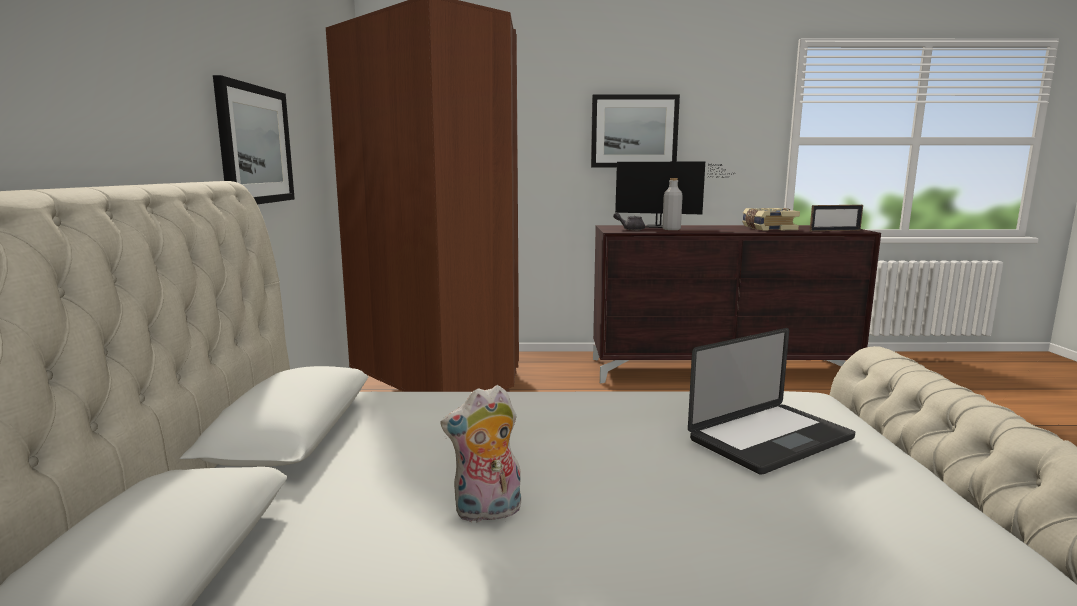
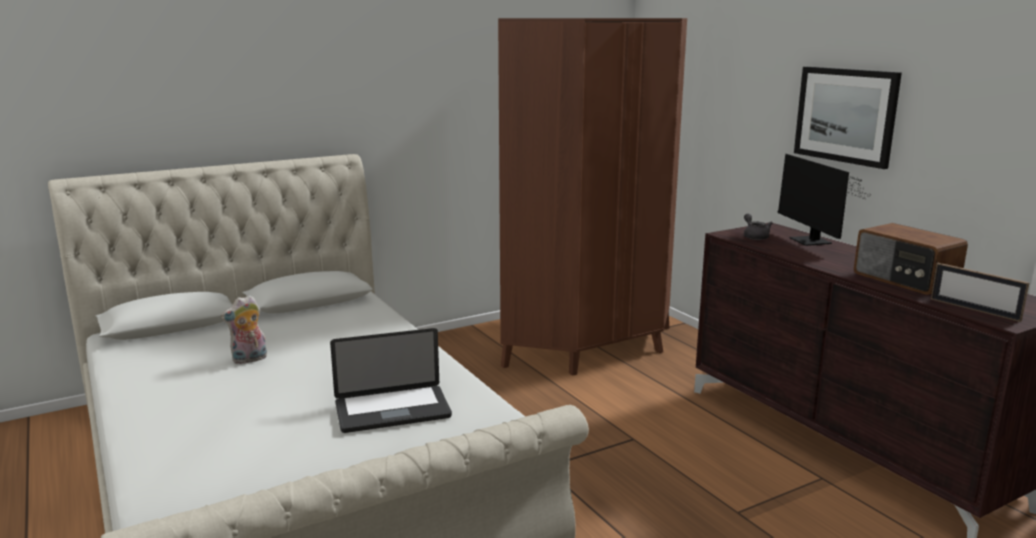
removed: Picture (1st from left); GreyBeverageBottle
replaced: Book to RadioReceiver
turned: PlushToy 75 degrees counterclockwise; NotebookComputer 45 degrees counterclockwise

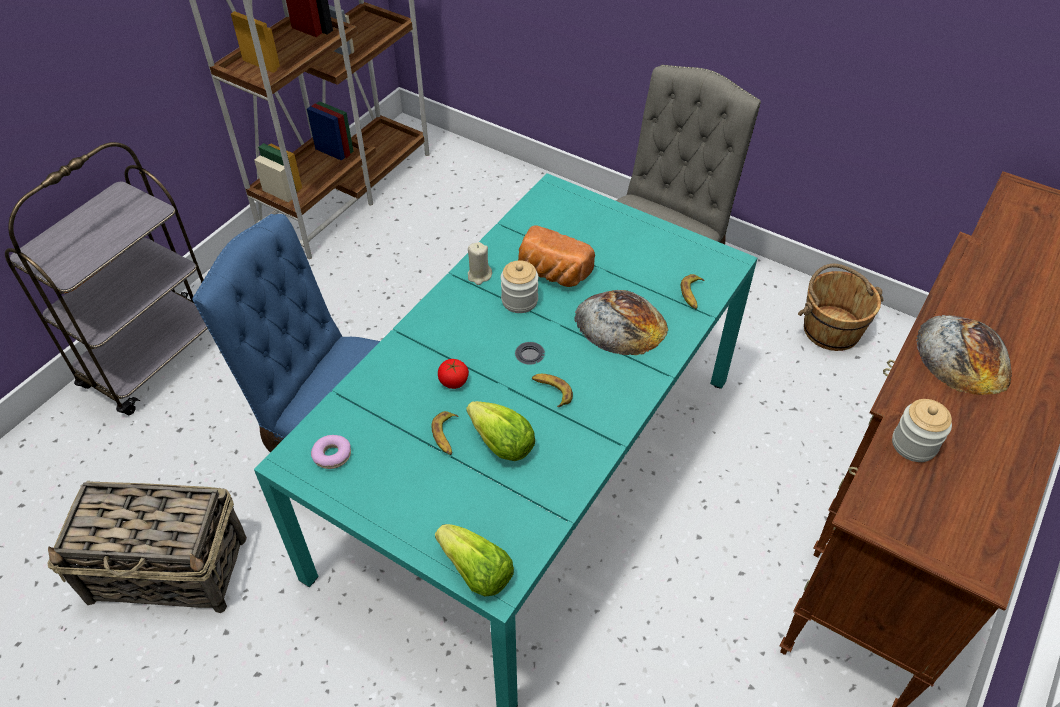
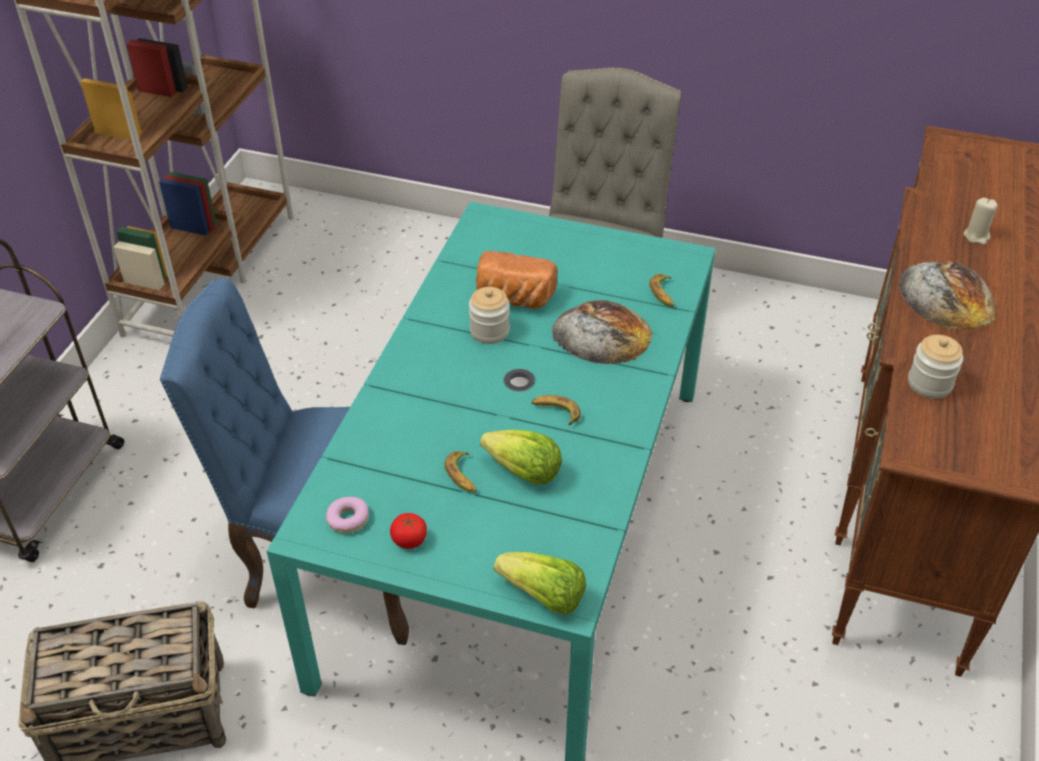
removed: BrownPail
moved: WholeTomato; BeigeColouredCandle

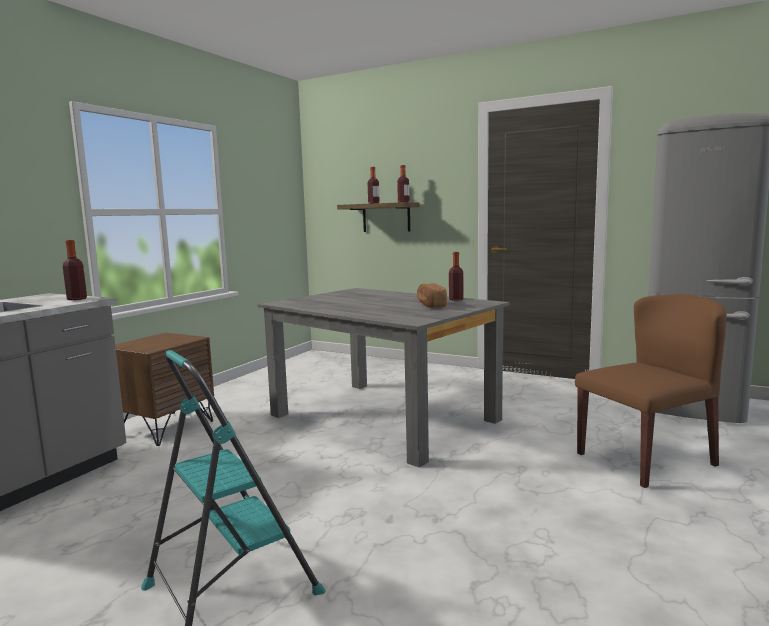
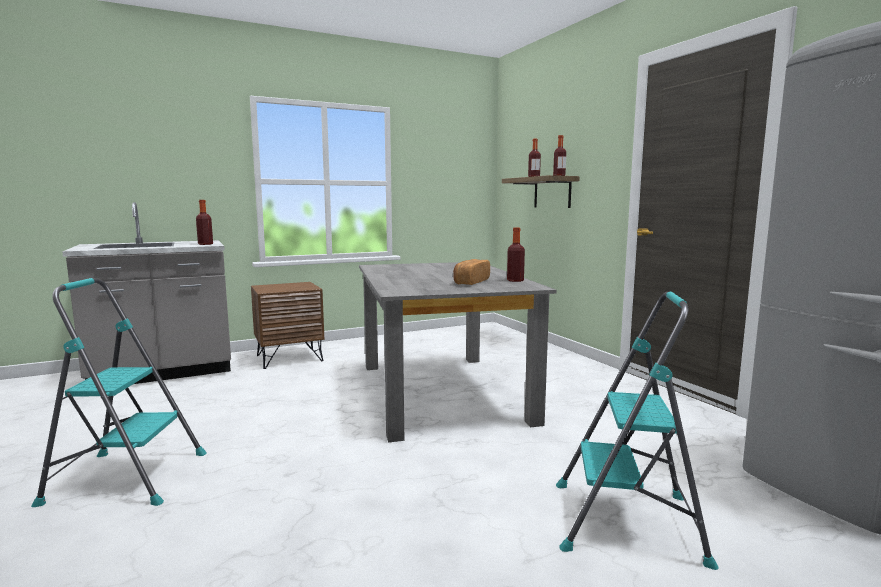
replaced: BrownUprightChair to TurquoiseColouredStepLadder (2nd from left)

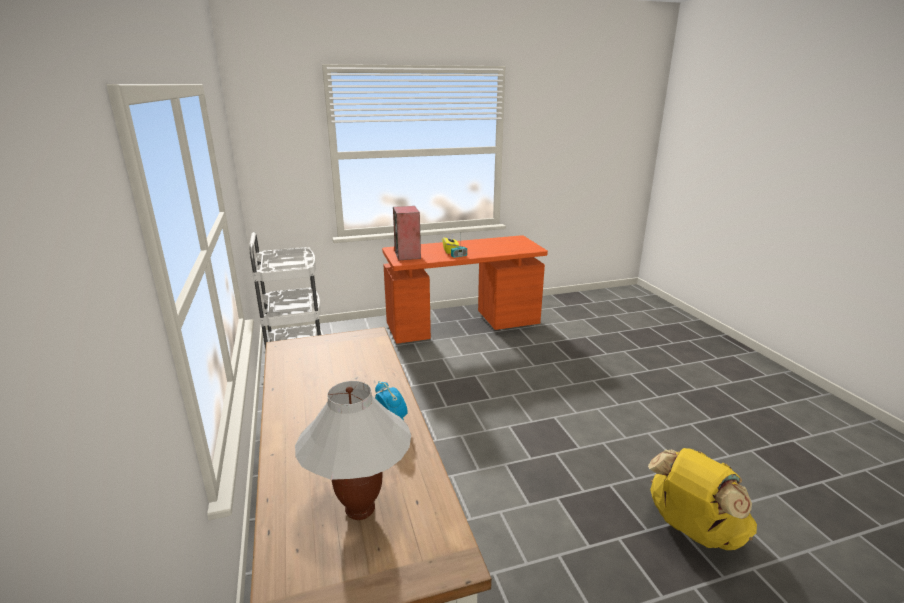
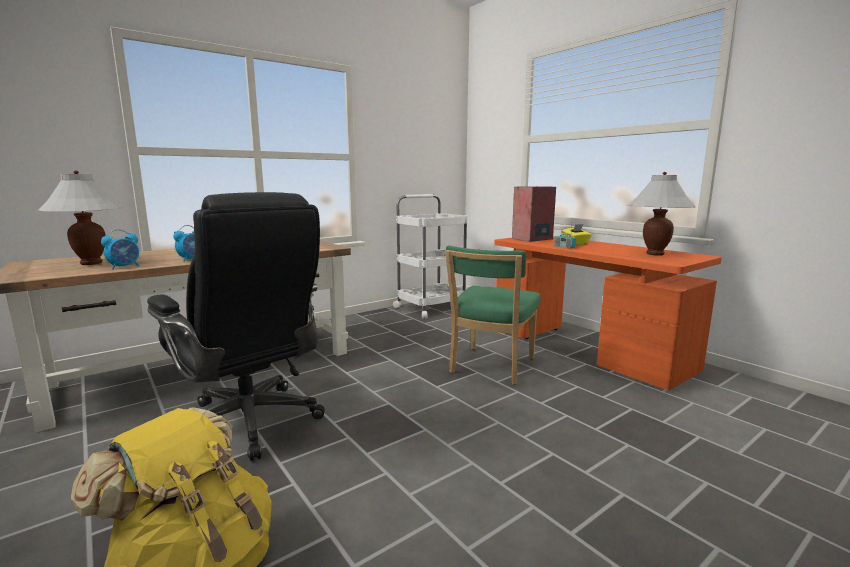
added: BedsideClock (1st from left); BlackColouredComputerChair; GreenishUprightChair; WhitishLampForATable (2nd from left)

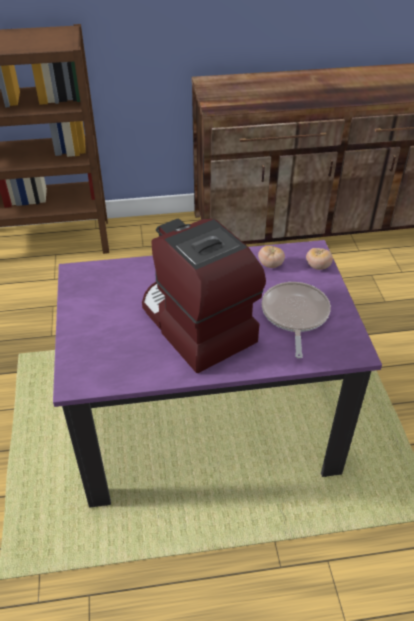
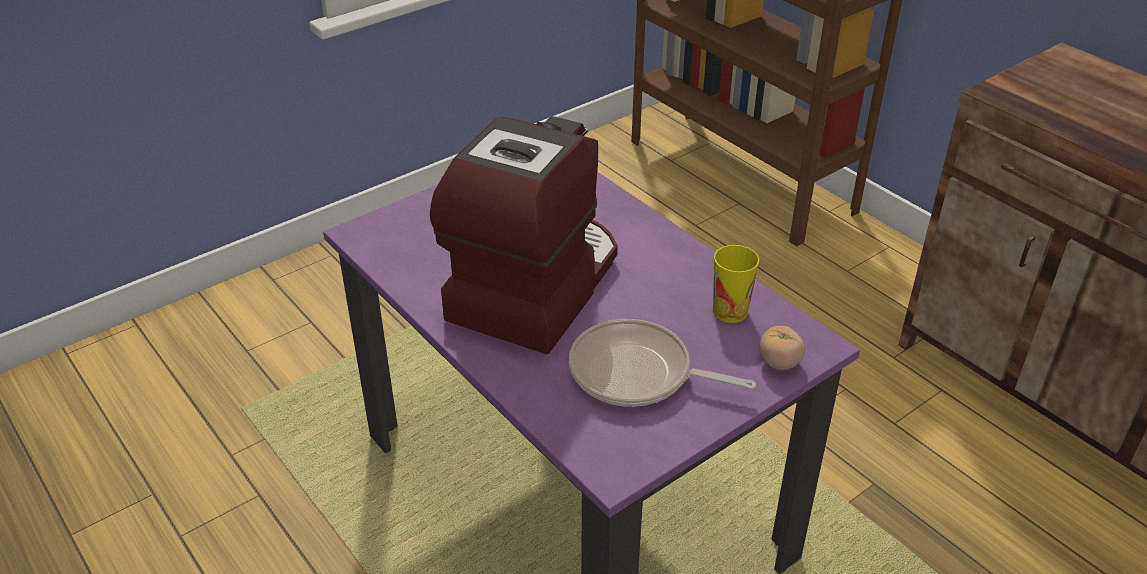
replaced: WholeTomato (1st from left) to Cup
turned: FryingPan 135 degrees counterclockwise

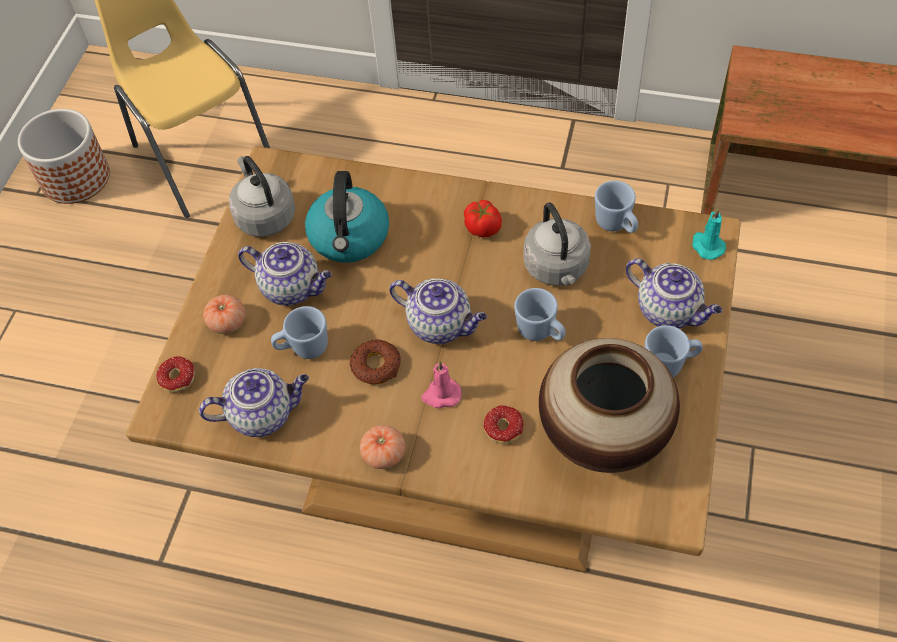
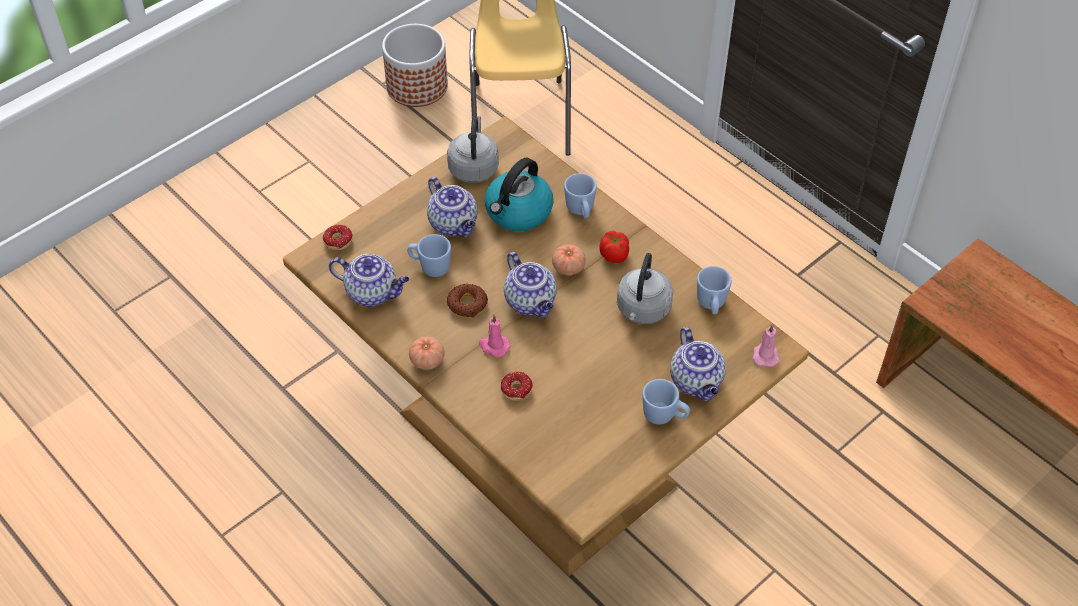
removed: DecorativeVase
moved: WholeTomato (1st from left in the first image) to WholeTomato (2nd from left); BlueTeaMug (2nd from left)
recoloured: TurquoiseColouredCandle to PinkColouredCandle (2nd from left)

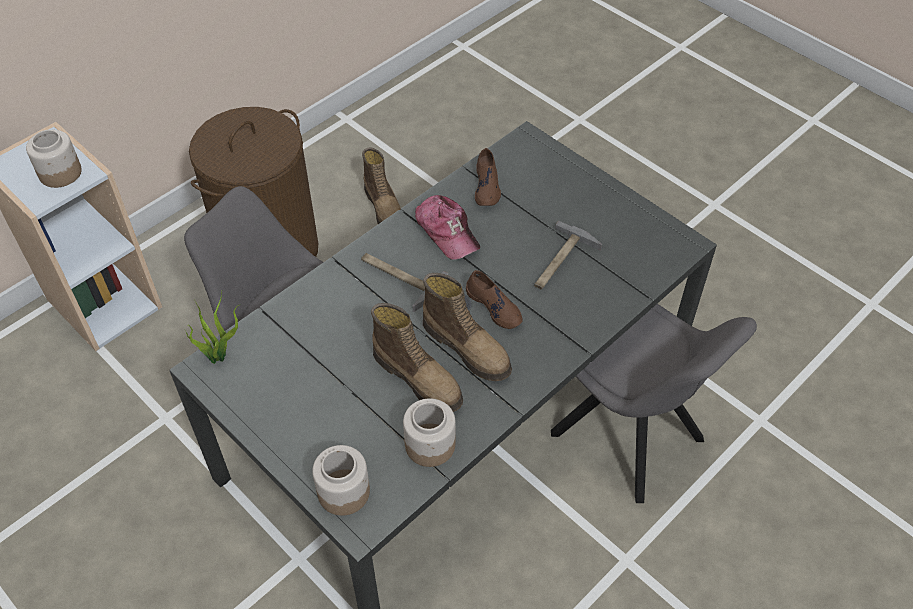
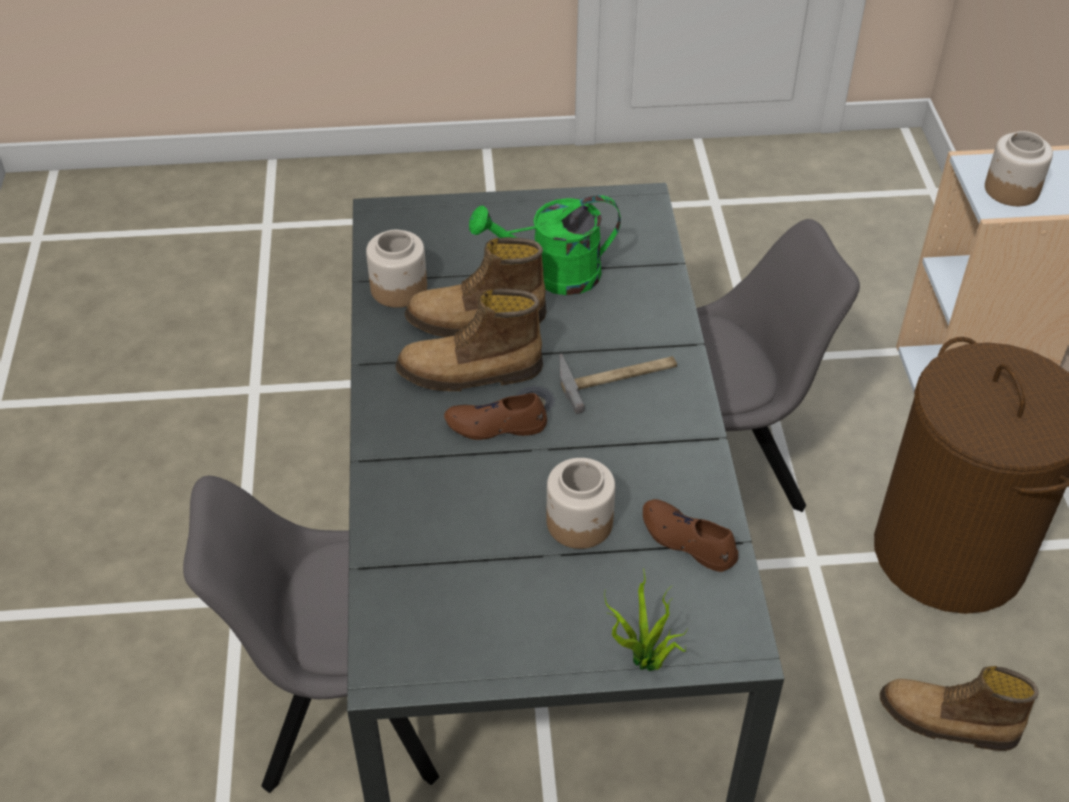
removed: PeakedCap; Hammer (2nd from left)
added: GreenishWateringCan
moved: Houseplant; Jar (2nd from left)

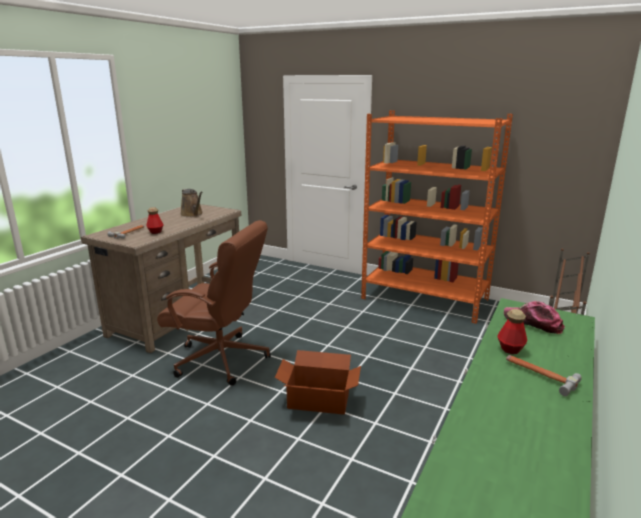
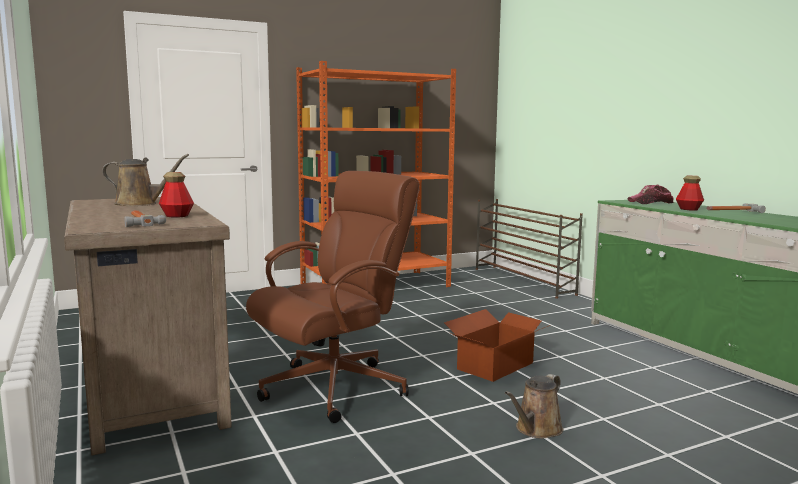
added: BrownWateringCan (2nd from left)

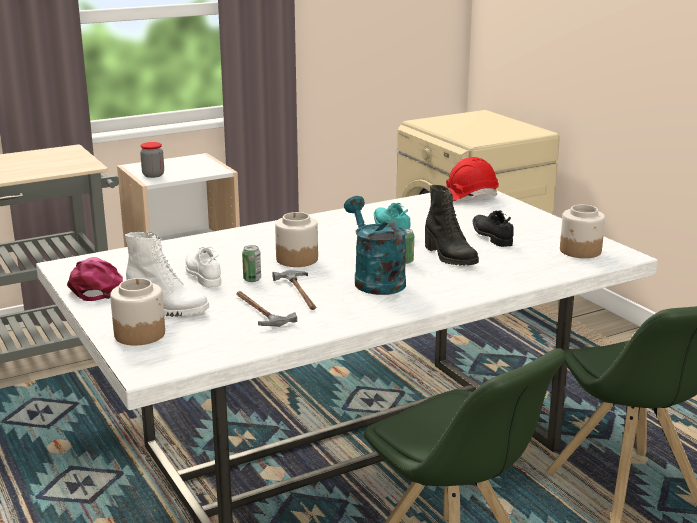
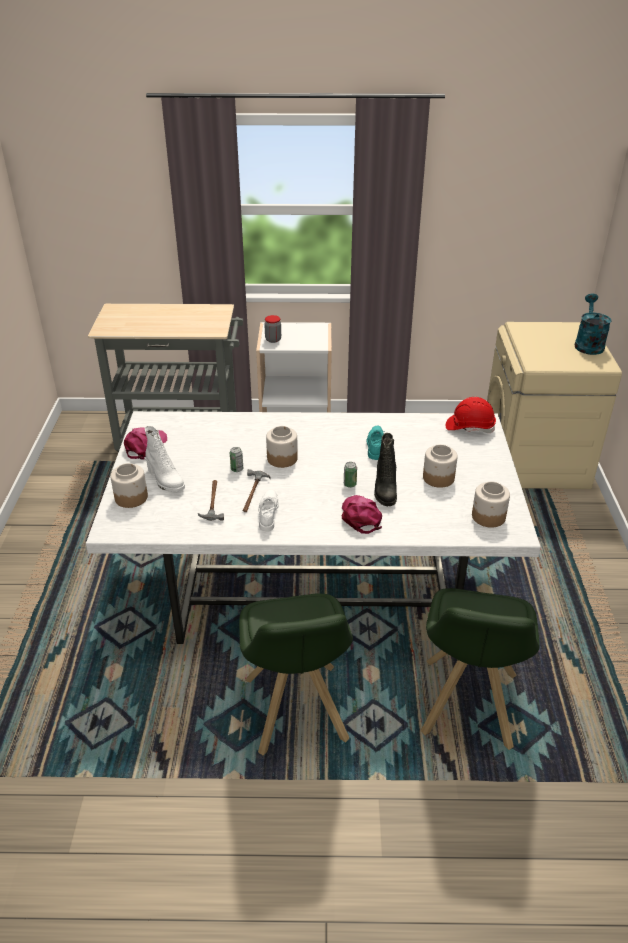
added: PinkColouredPeakedCap (2nd from left)
moved: WhitishLowShoe; TurquoiseColouredWateringCan
replaced: BlackColouredLowShoe to Jar (4th from left)

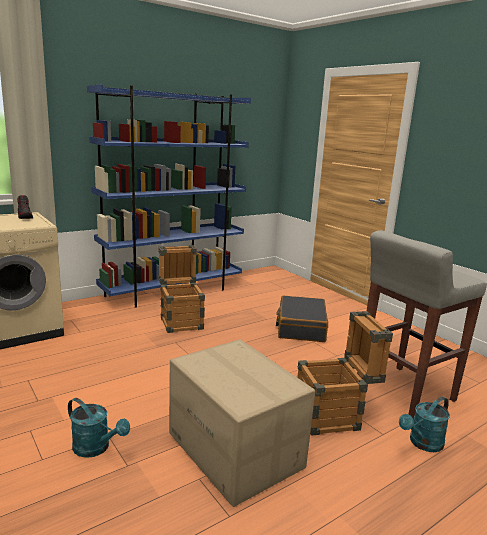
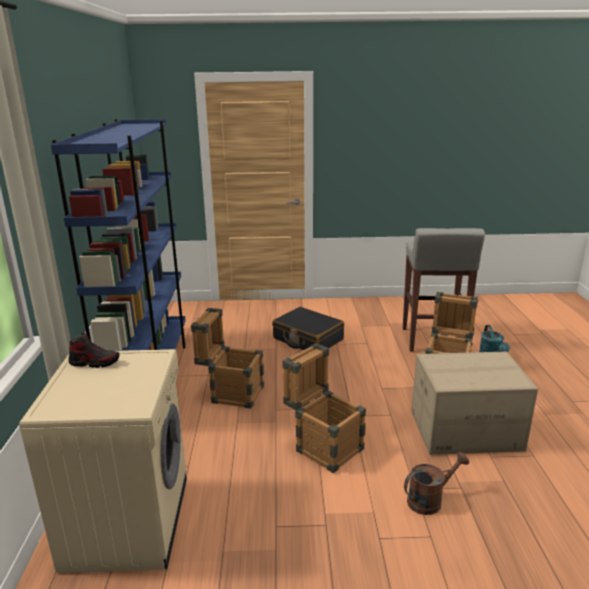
added: ShippingCrate (2nd from left)
recoloured: TurquoiseColouredWateringCan (1st from left) to BrownWateringCan

